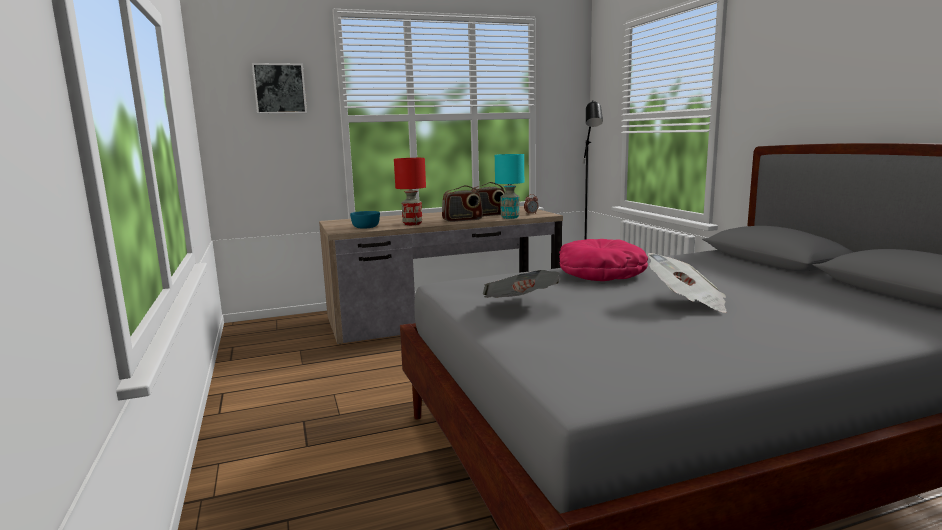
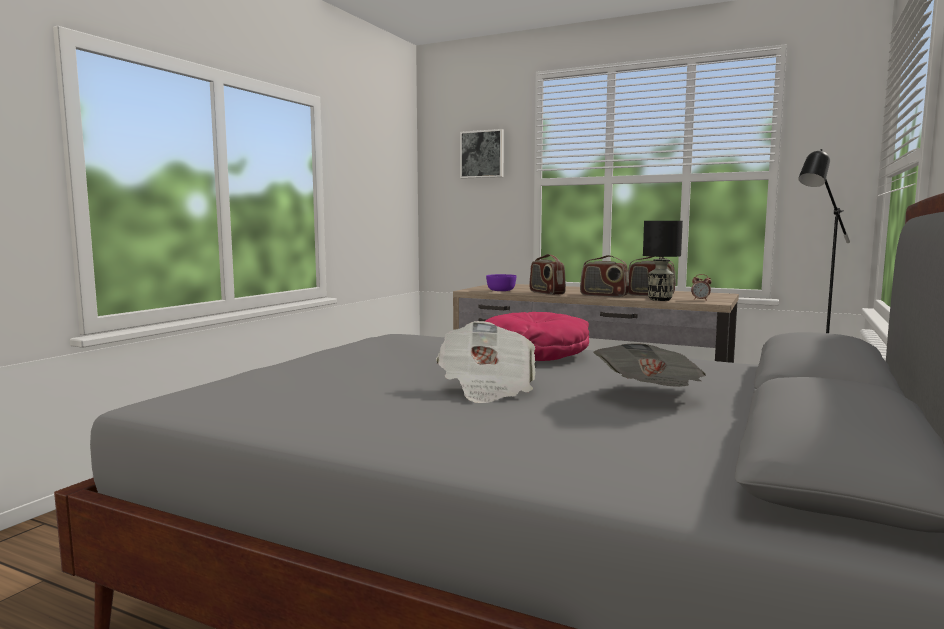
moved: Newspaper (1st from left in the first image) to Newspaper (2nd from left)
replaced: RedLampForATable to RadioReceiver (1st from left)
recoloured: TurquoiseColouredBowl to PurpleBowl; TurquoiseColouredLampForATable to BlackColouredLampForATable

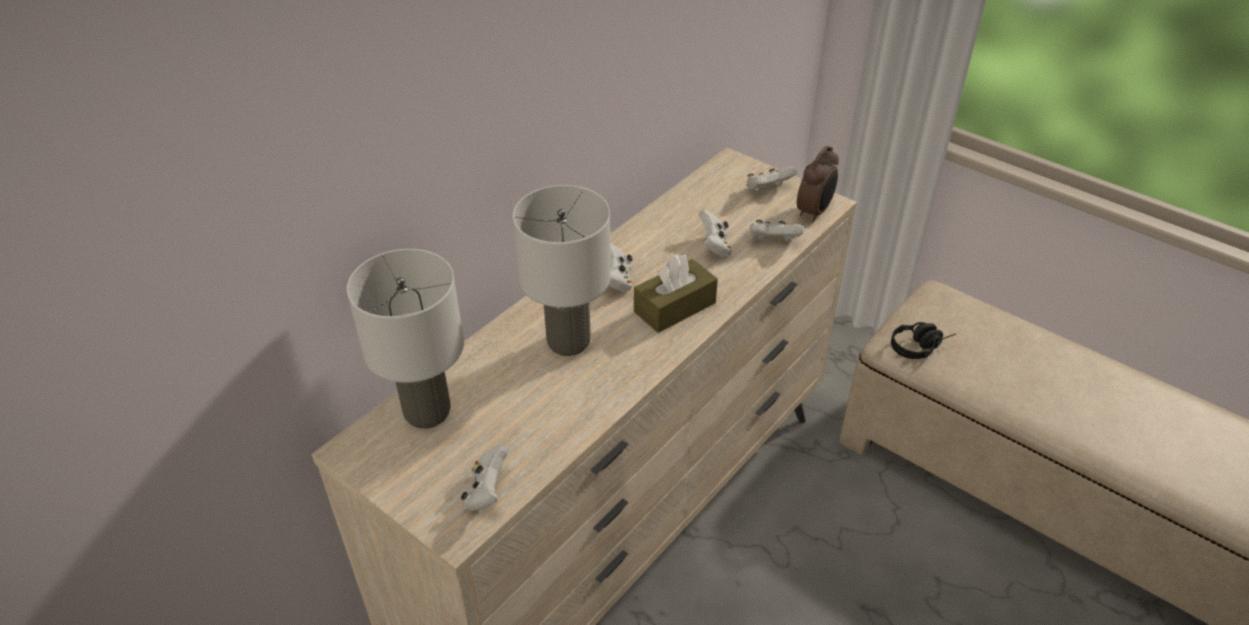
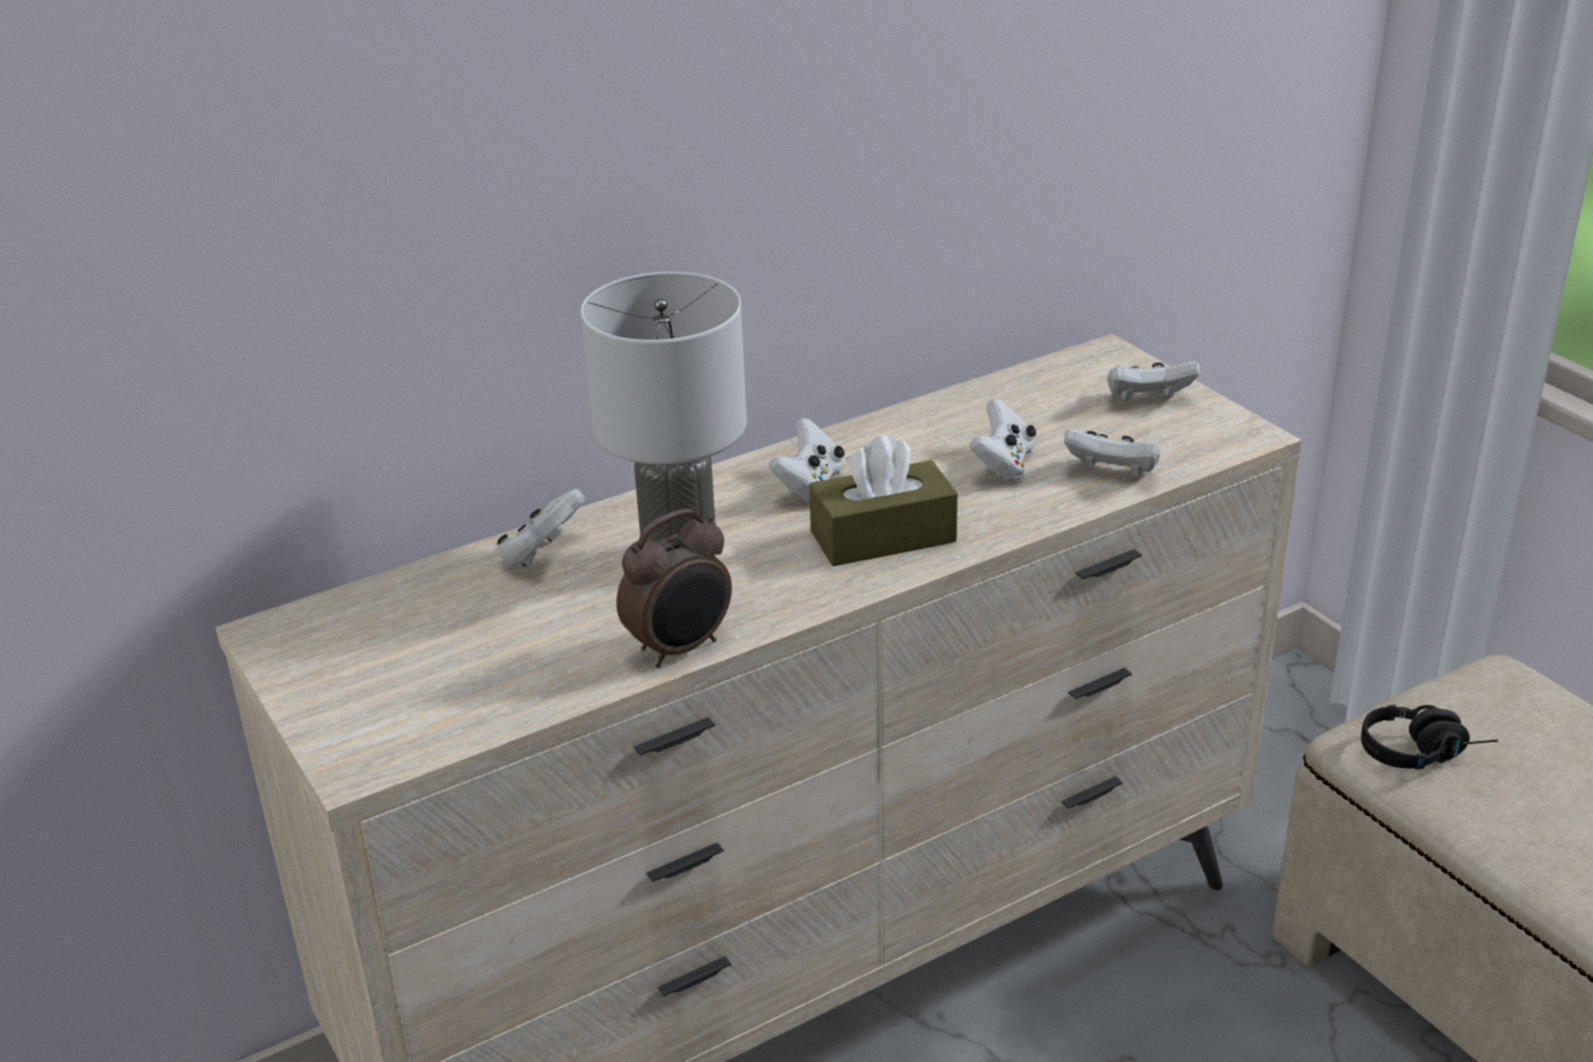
removed: WhitishLampForATable (1st from left)
moved: WhitishGameController (1st from left); BedsideClock

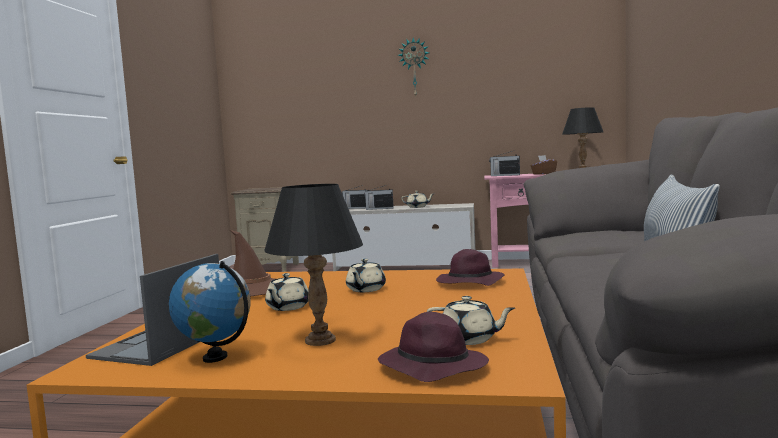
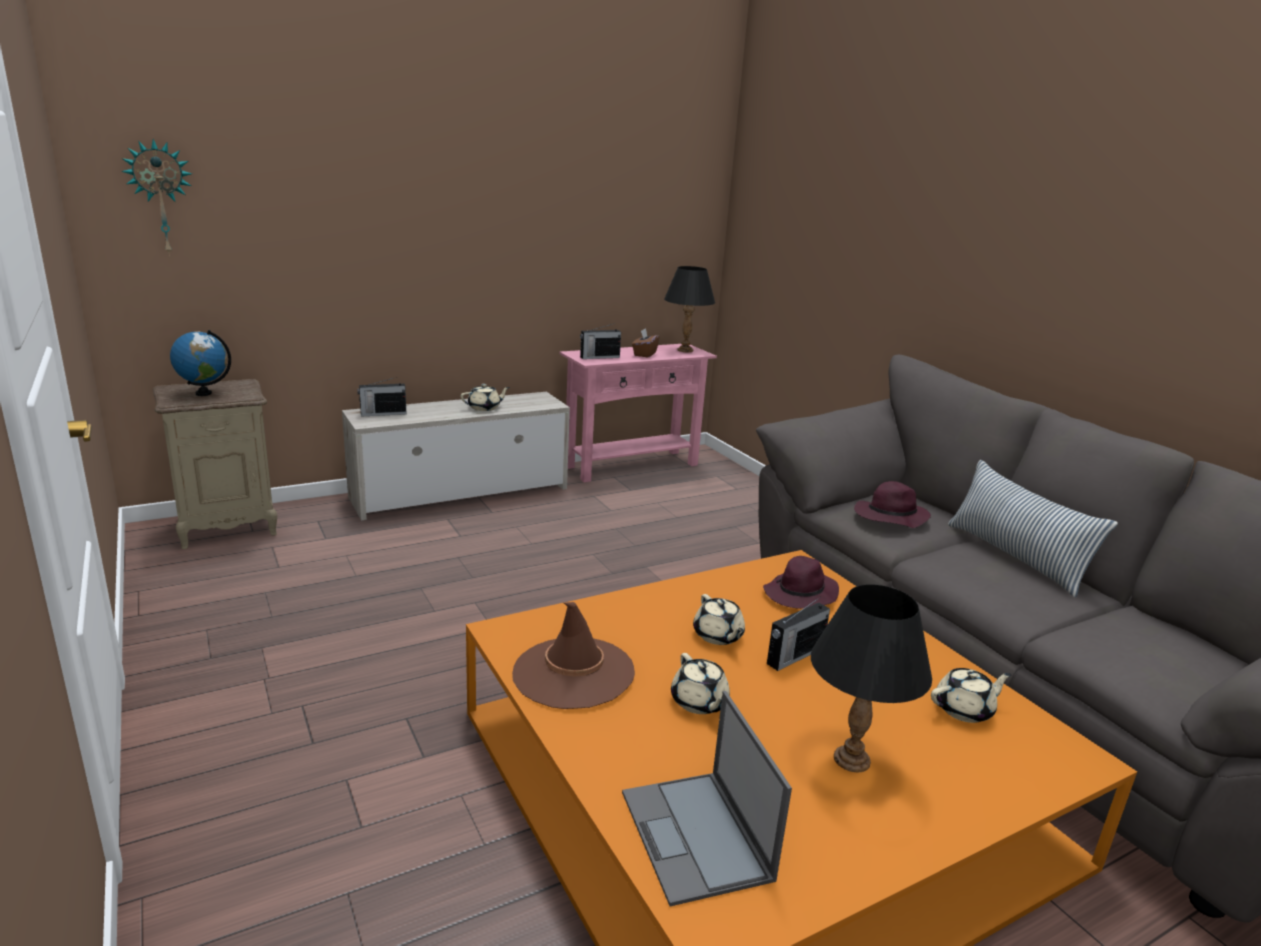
moved: Globe; RadioReceiver (2nd from left in the first image) to RadioReceiver (3rd from left); PurpleClothingHat (1st from left in the first image) to PurpleClothingHat (2nd from left); HangingClock

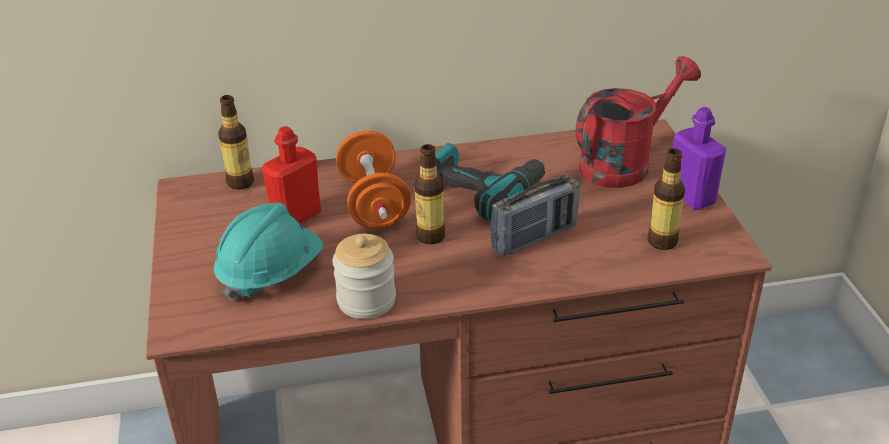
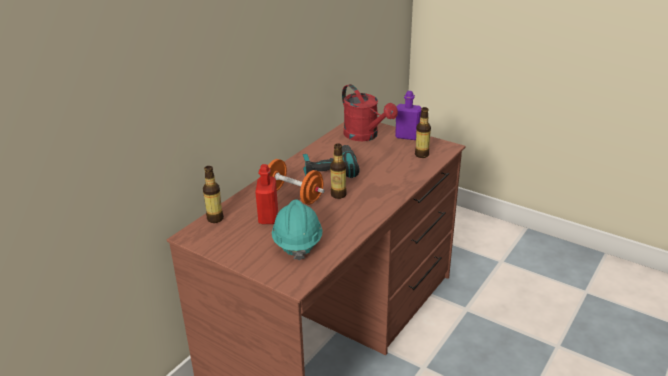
removed: Jar; RadioReceiver
turned: RedWateringCan 135 degrees clockwise

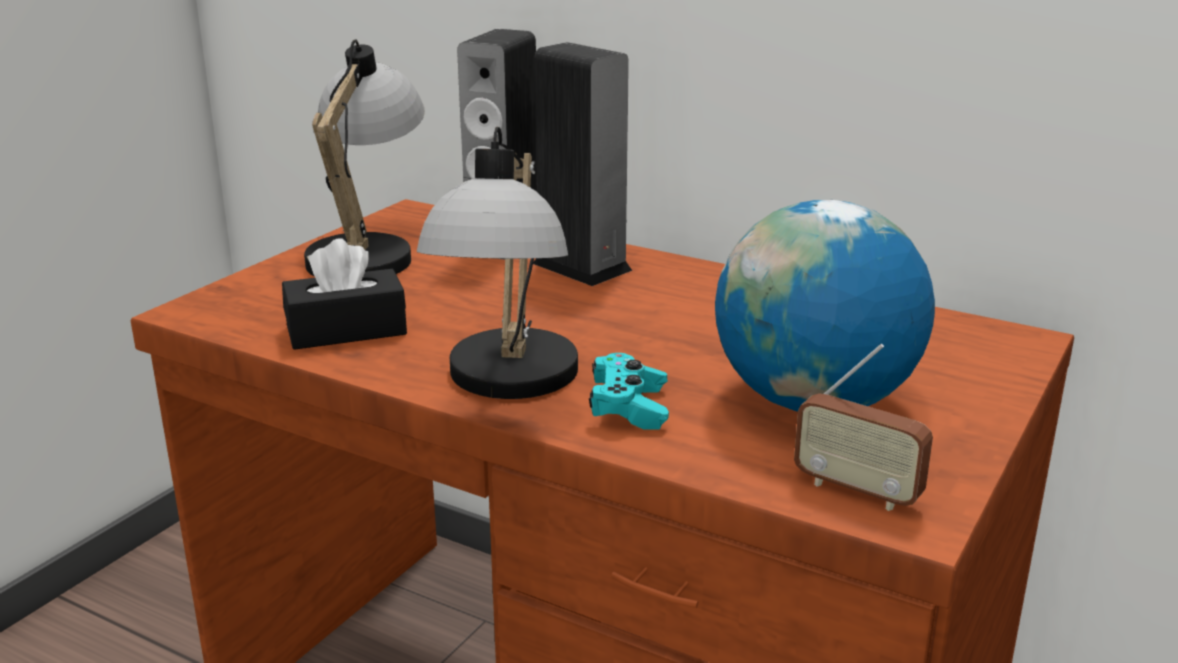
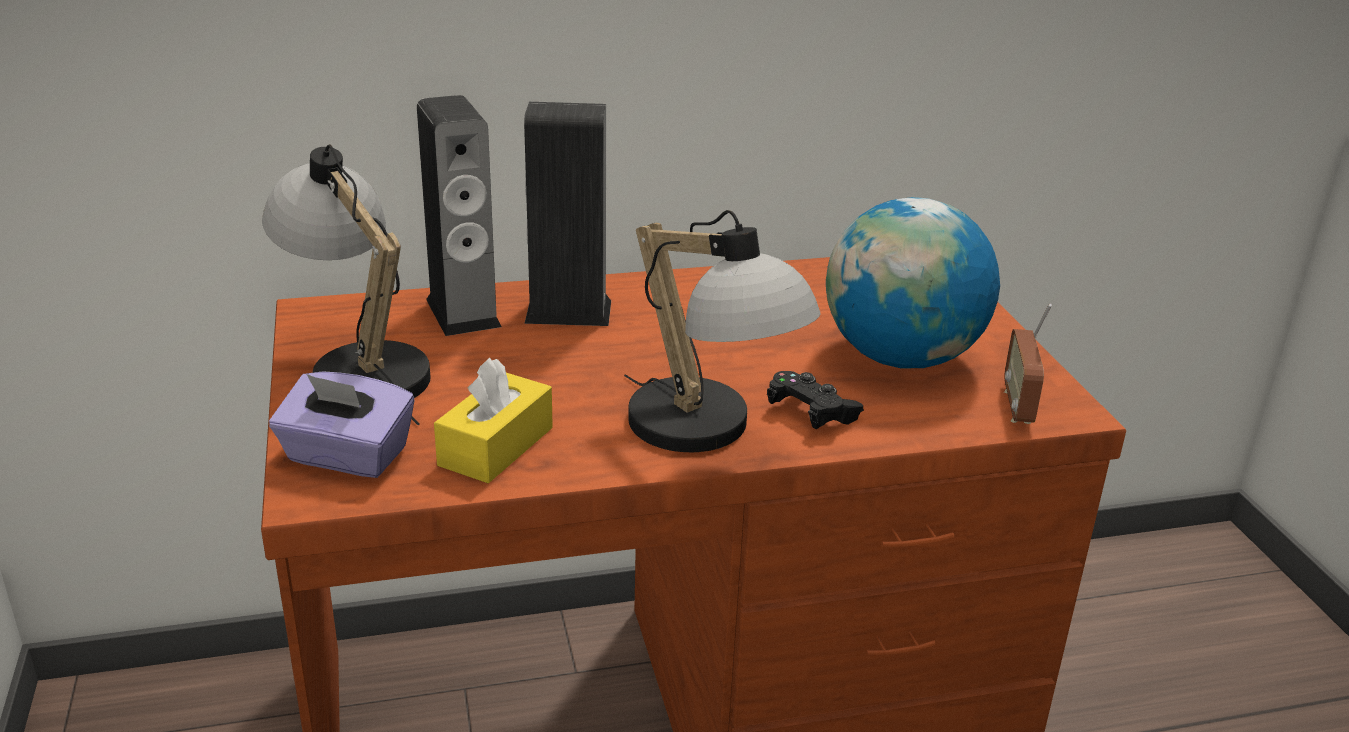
added: PurpleTissueHolder
recoloured: BlackColouredTissueHolder to YellowishTissueHolder; TurquoiseColouredGameController to BlackColouredGameController
turned: RadioReceiver 105 degrees clockwise

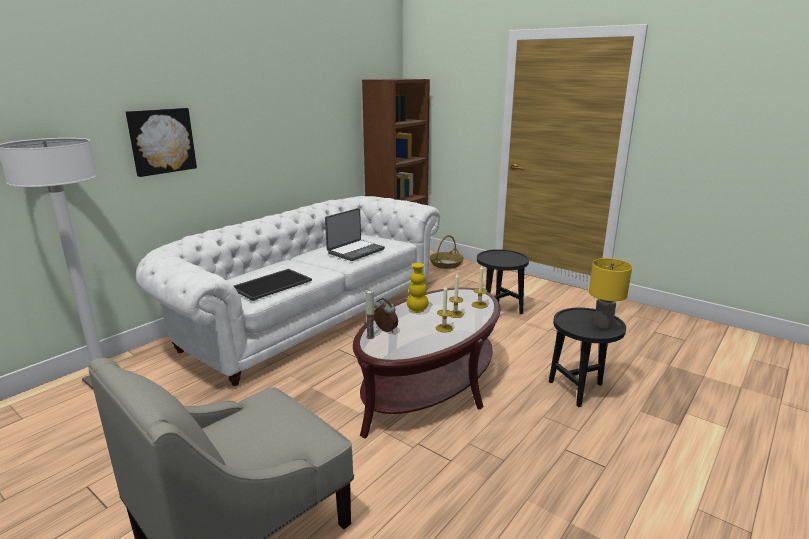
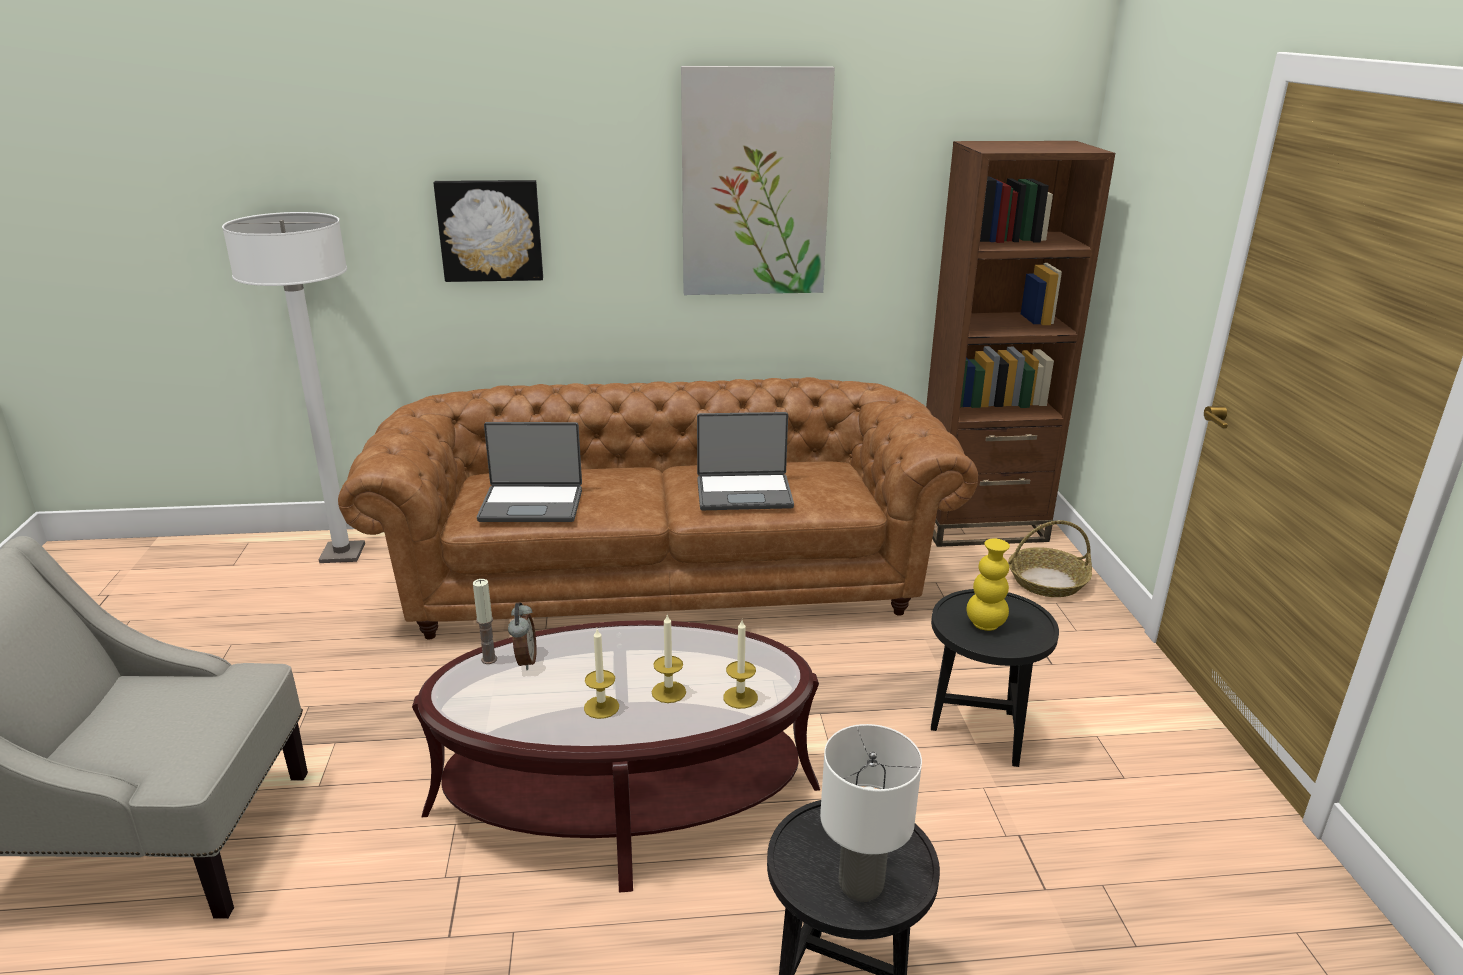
added: Picture (2nd from left)
moved: YellowishDecorativeVase
replaced: CarryingTray to NotebookComputer (1st from left)
recoloured: WhitishSettee to BrownSettee; YellowishLampForATable to WhitishLampForATable

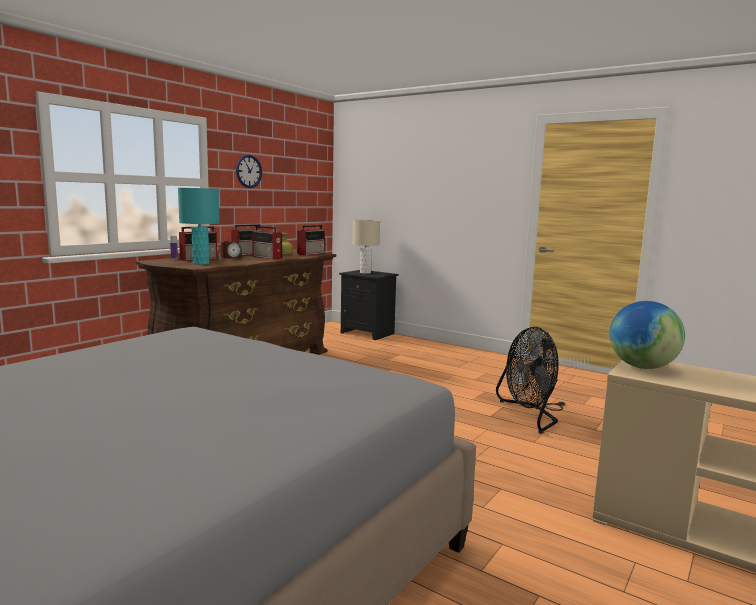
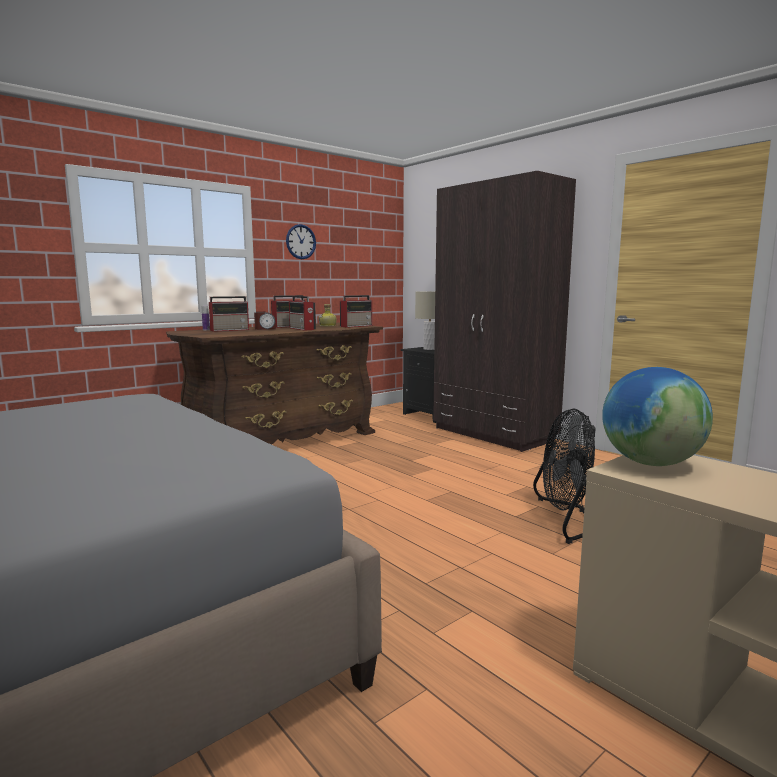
removed: TurquoiseColouredLampForATable
added: BrownArmoire

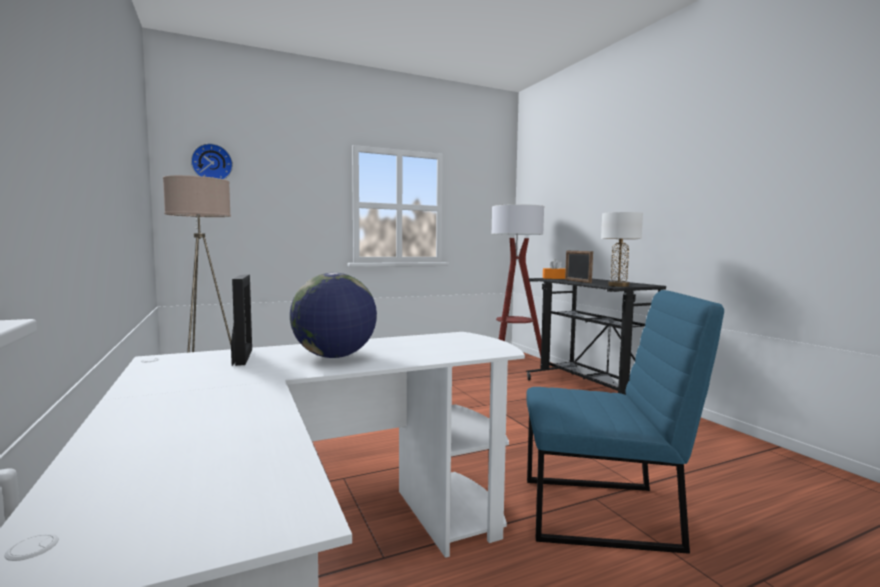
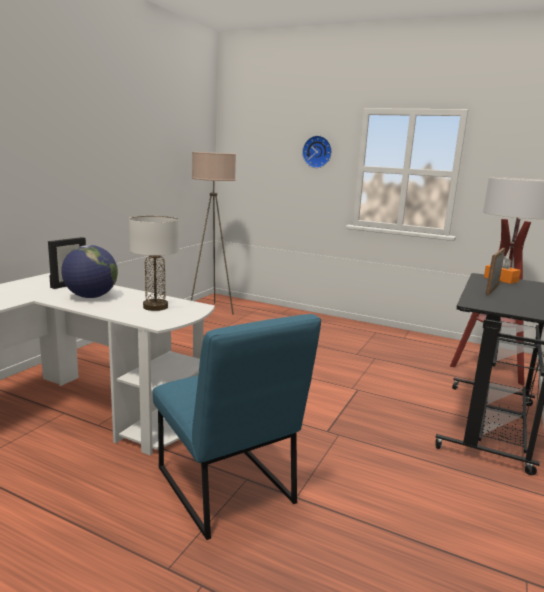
moved: HangingClock; LampForATable

